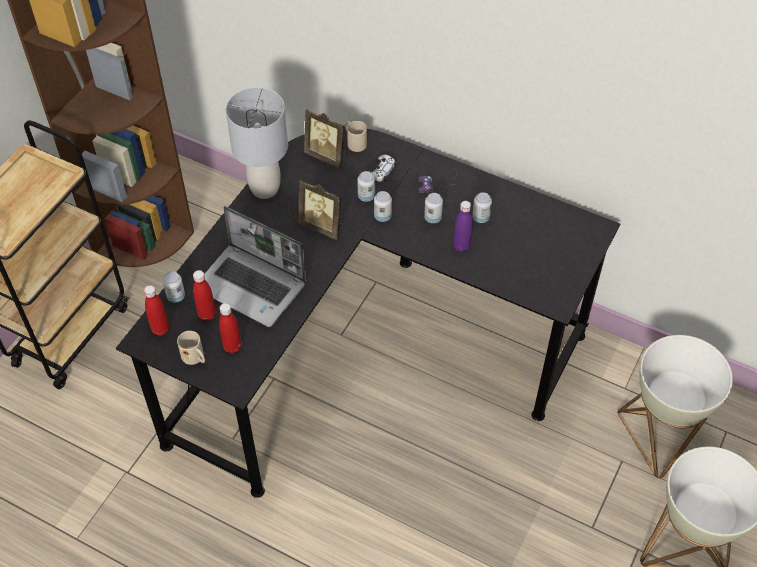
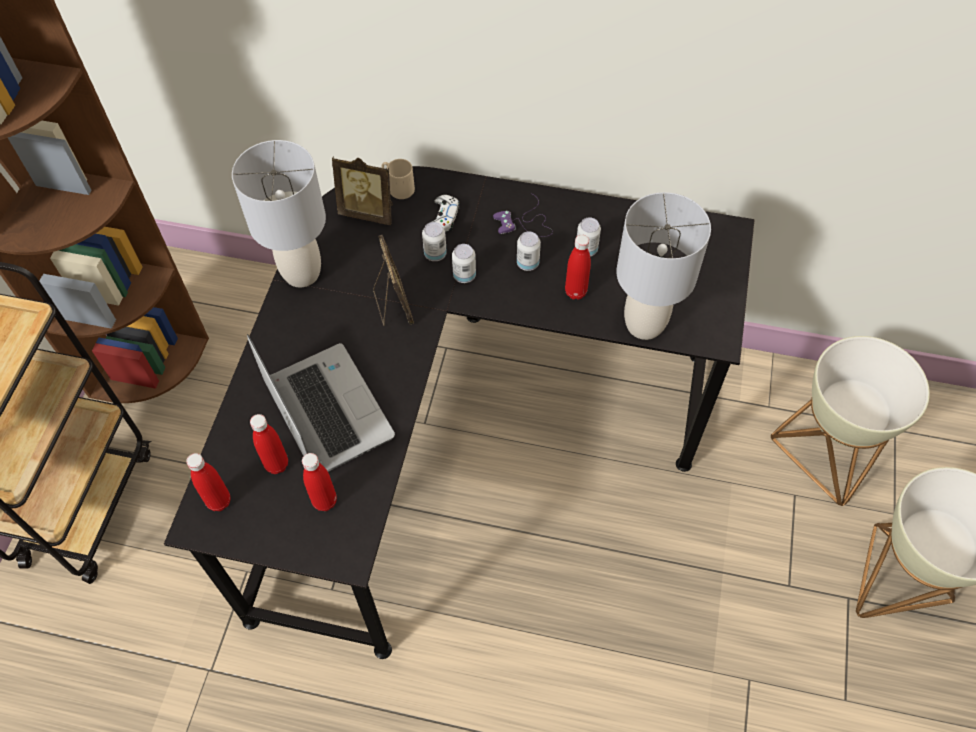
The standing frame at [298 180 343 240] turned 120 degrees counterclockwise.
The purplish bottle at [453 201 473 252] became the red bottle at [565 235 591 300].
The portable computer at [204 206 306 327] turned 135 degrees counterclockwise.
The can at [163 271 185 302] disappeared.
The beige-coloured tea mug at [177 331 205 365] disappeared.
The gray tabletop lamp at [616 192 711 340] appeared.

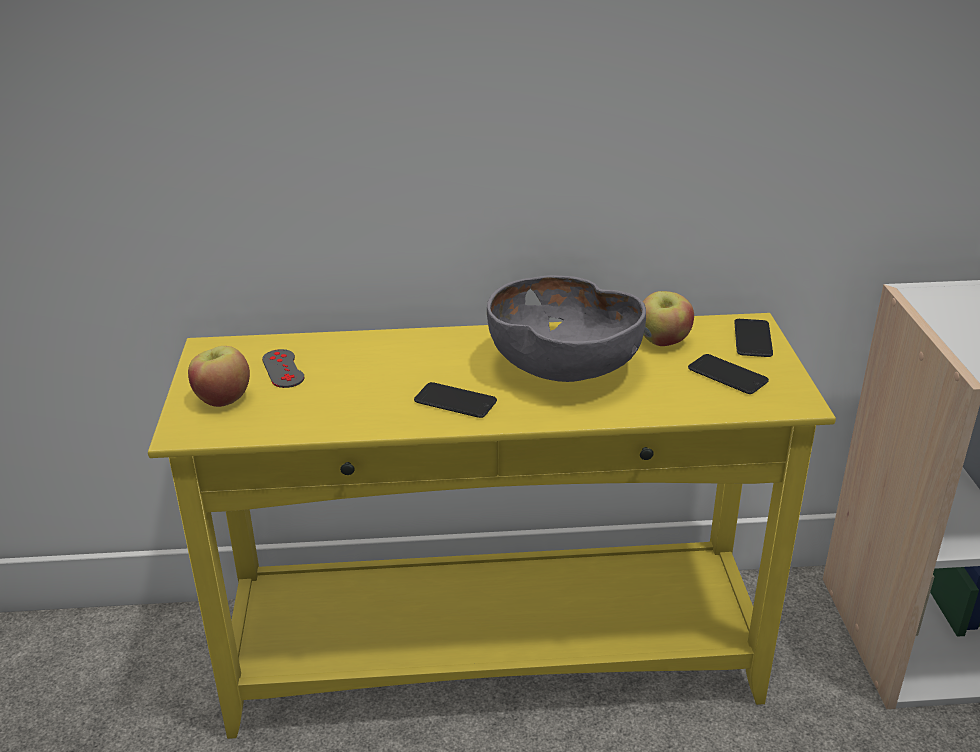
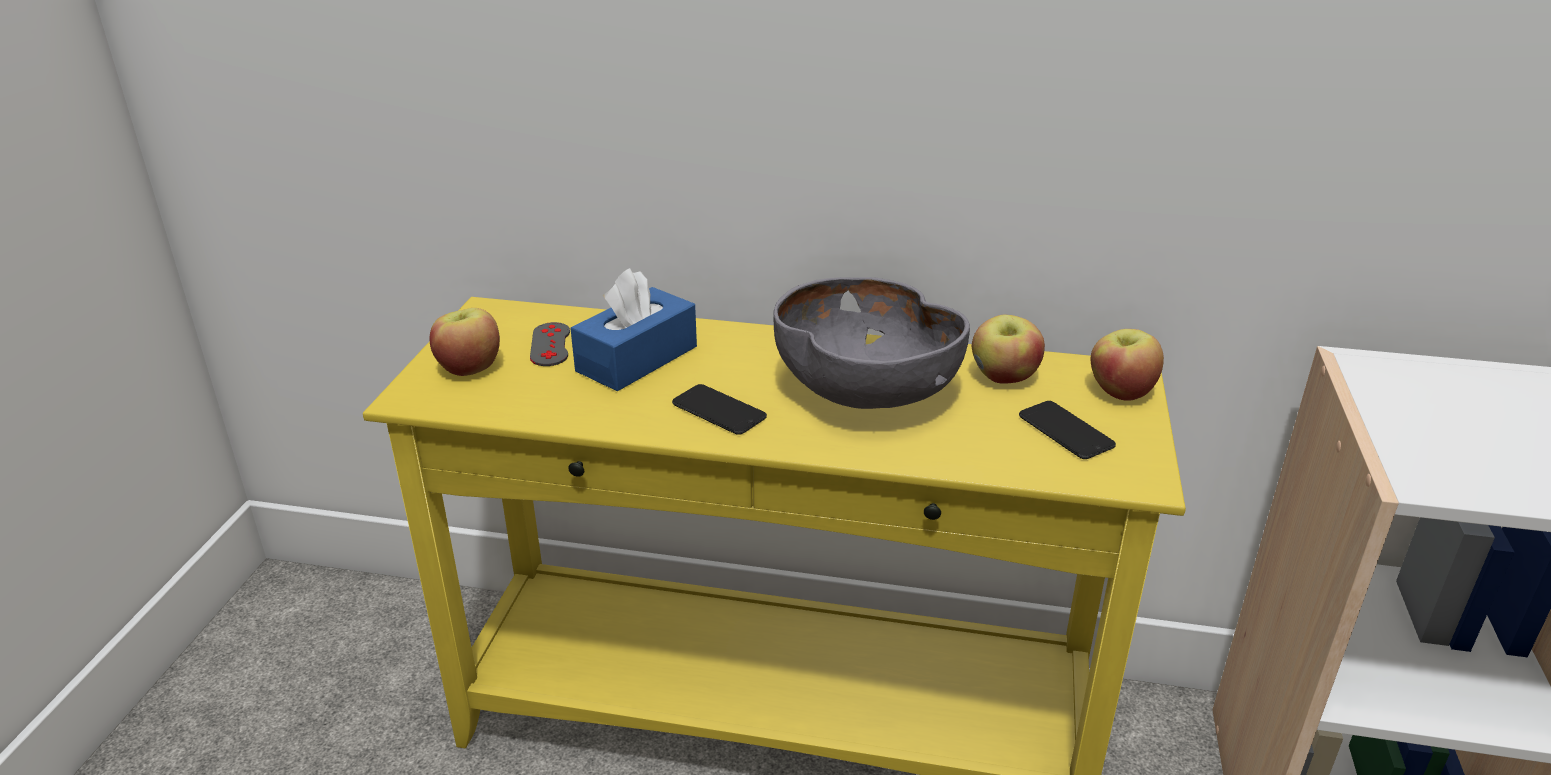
The phone at [734 319 773 357] was replaced by the apple fruit at [1091 329 1164 401].
The blue-coloured tissue box at [571 268 697 391] appeared.

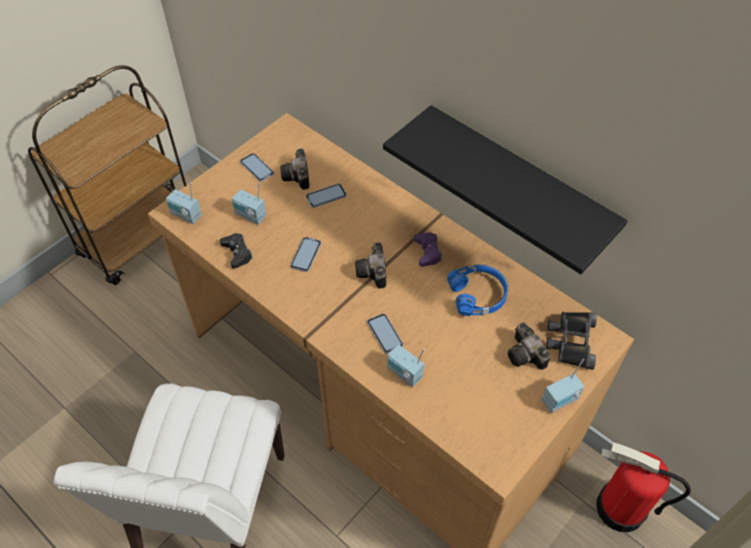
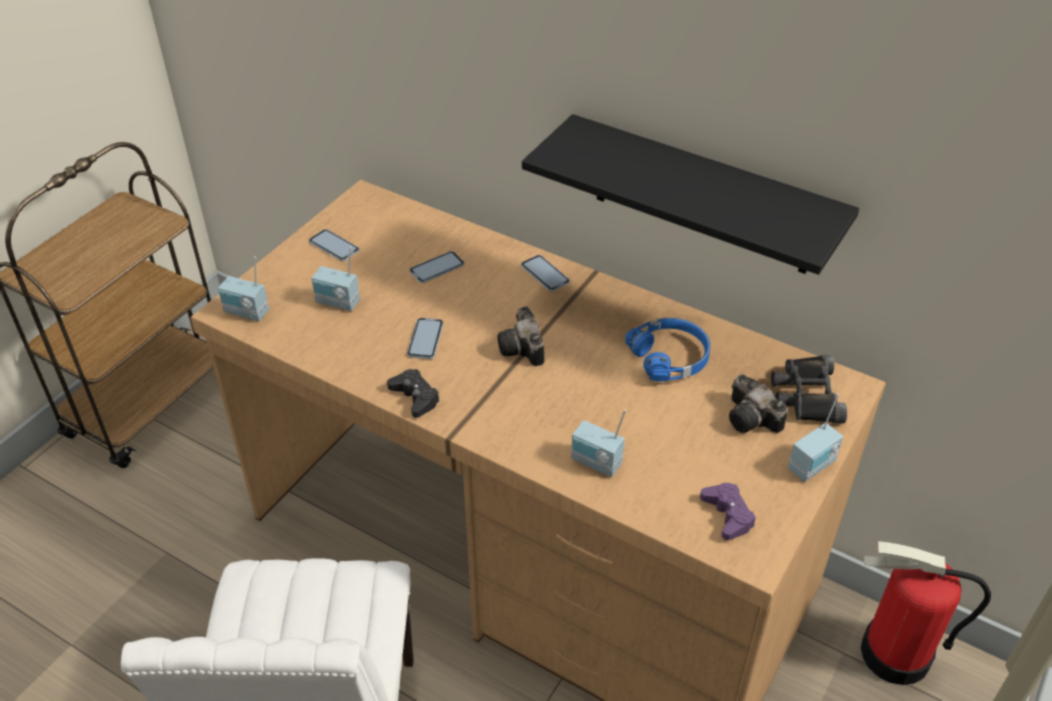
The photo camera at [280 148 309 190] disappeared.
The purplish game controller moved from [413 232 442 267] to [700 483 756 540].
The blackish game controller moved from [220 233 253 269] to [387 369 440 418].
The phone moved from [367 314 403 354] to [521 255 570 292].

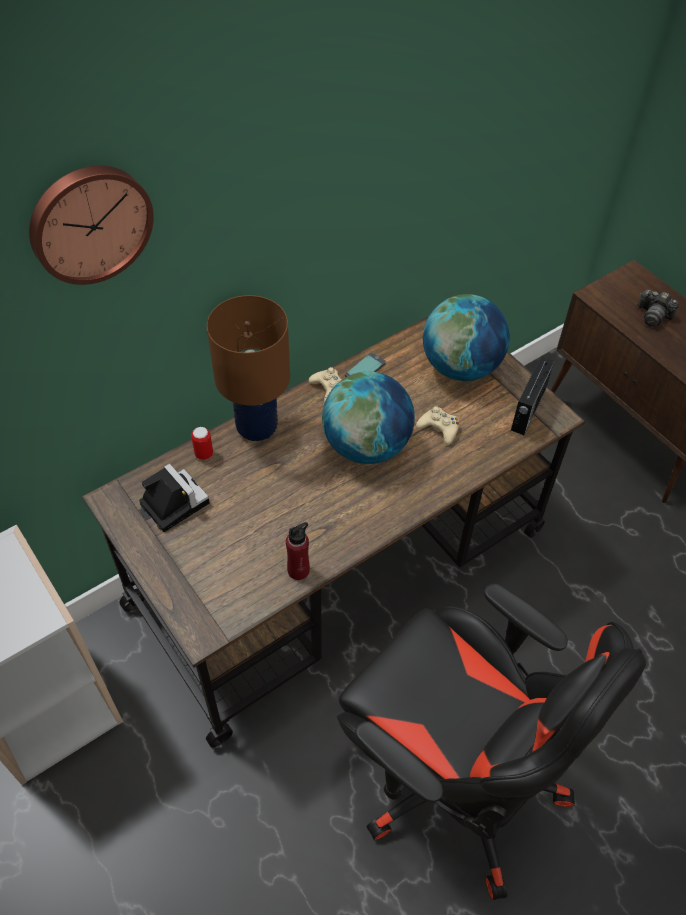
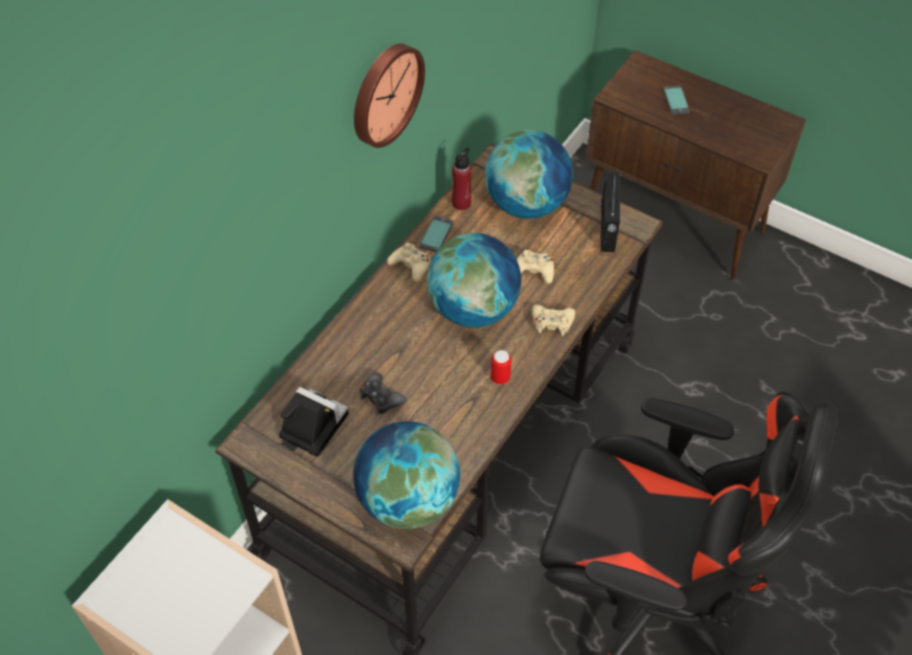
The clock on the wall moved from [29 166 154 285] to [354 43 425 148].
The photo camera at [638 289 679 327] was replaced by the phone at [663 86 690 115].
The brownish tabletop lamp at [207 295 290 441] disappeared.
The can moved from [191 427 213 460] to [491 350 511 384].
The red bottle moved from [286 522 310 580] to [452 147 472 210].
The beige-coloured game controller at [532 305 575 336] appeared.
The blackish game controller at [360 372 407 415] appeared.
The desk globe at [353 421 460 529] appeared.

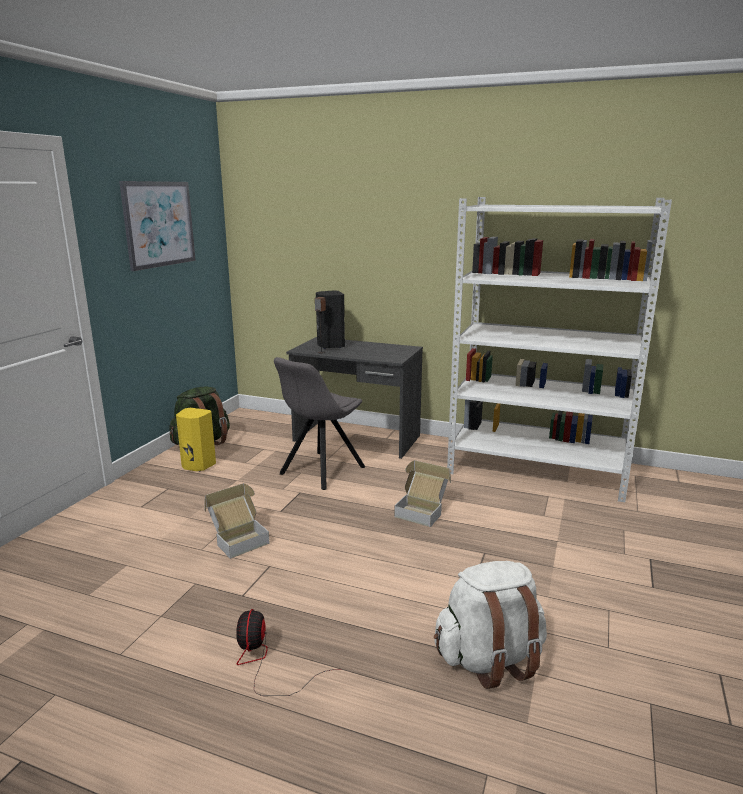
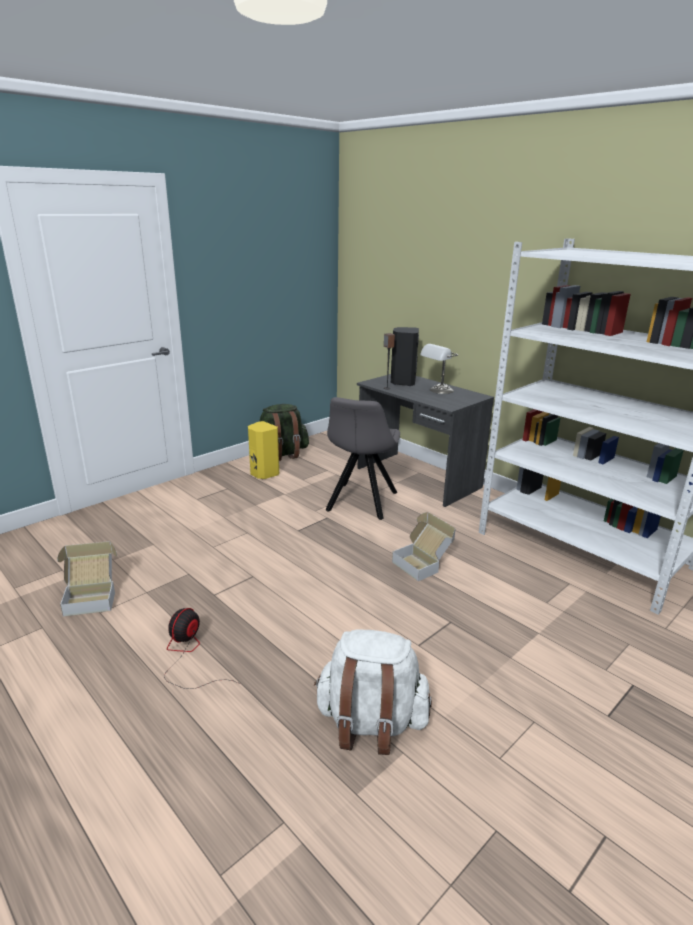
The picture at [119 181 196 271] disappeared.
The gray chair at [274 357 365 490] turned 45 degrees counterclockwise.
The packing box moved from [204 483 270 559] to [57 541 117 616].
The white tabletop lamp at [420 344 458 394] appeared.

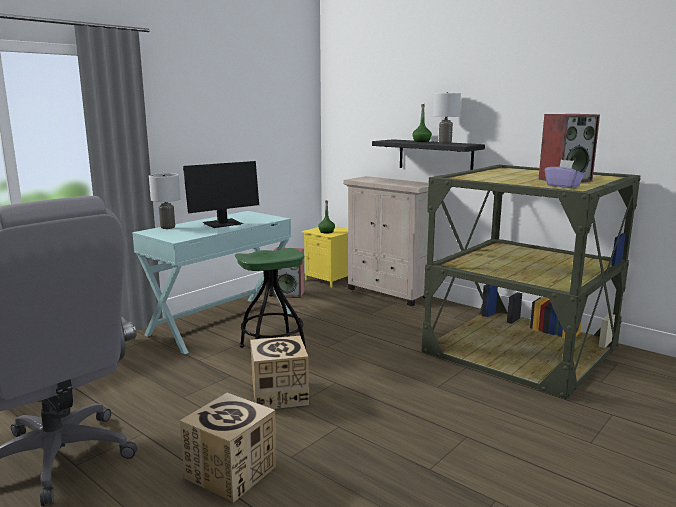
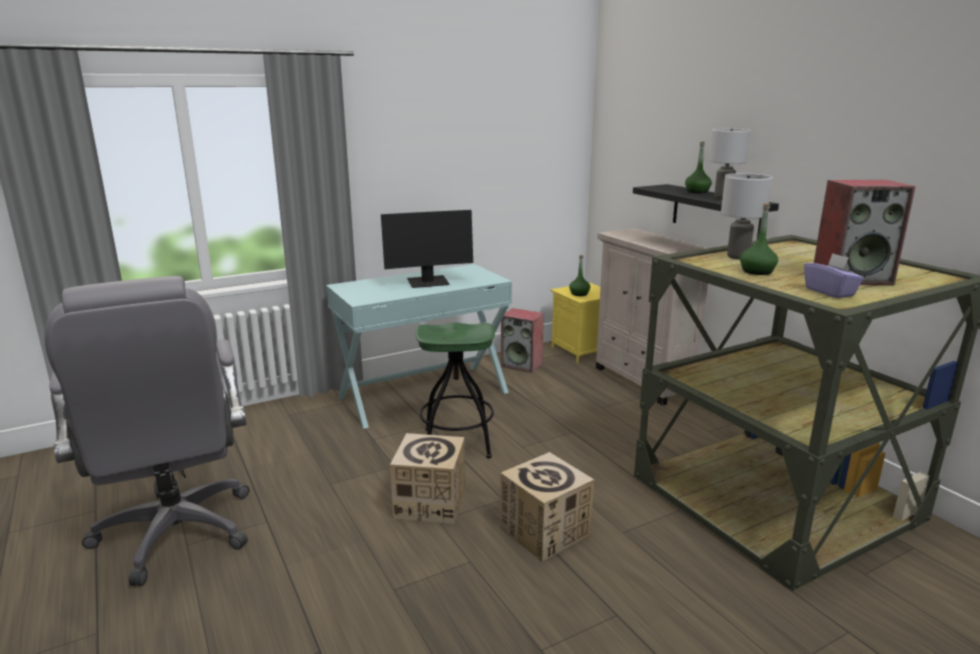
The white tabletop lamp moved from [149 173 181 229] to [721 173 773 260].
The packing box moved from [180 393 276 503] to [500 452 594 562].
The green-coloured bottle at [740 203 778 275] appeared.

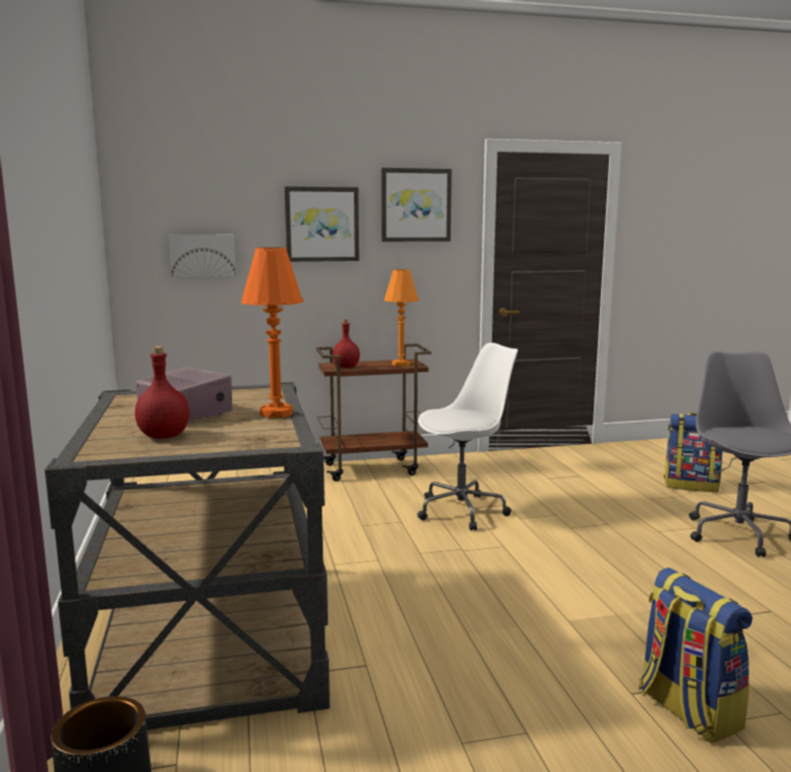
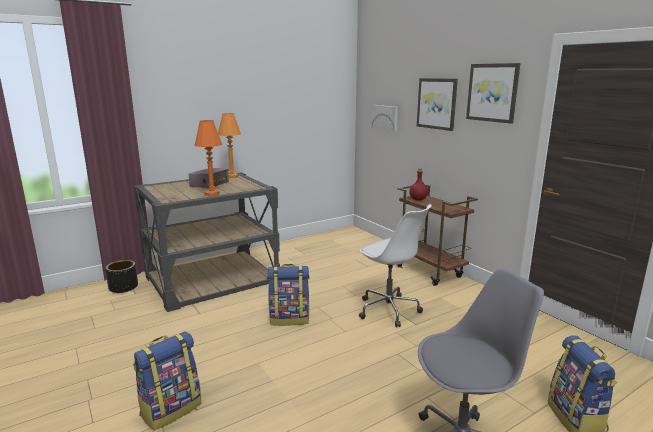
The orangey tabletop lamp moved from [384 270 419 367] to [218 113 241 178].
The red bottle at [135 346 190 439] disappeared.
The backpack at [267 264 309 326] appeared.

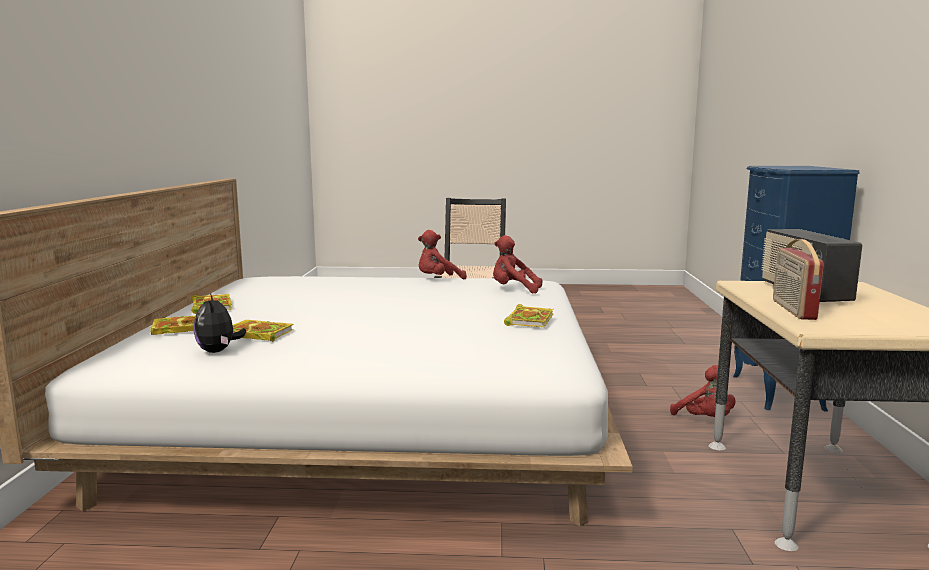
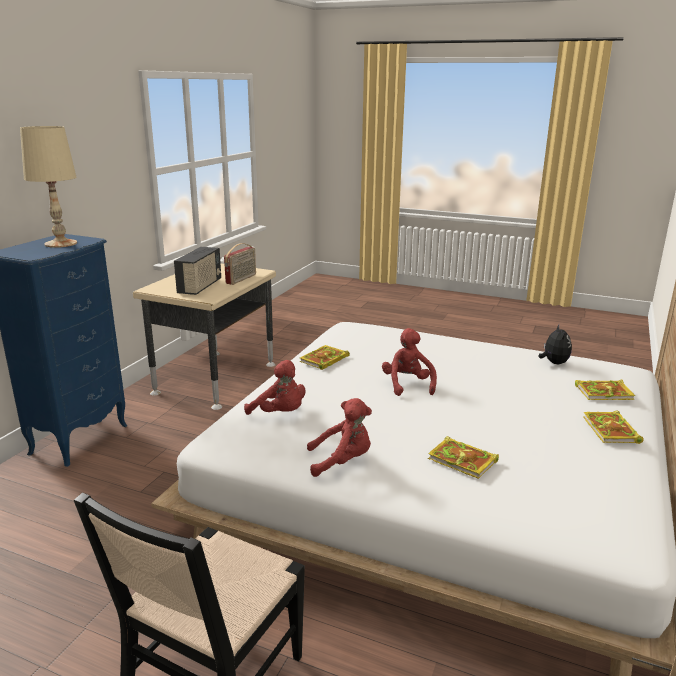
The bound book moved from [233 320 293 342] to [428 436 499 479].
The red cuddly toy moved from [670 365 736 417] to [382 328 437 396].
The beige-coloured tabletop lamp at [20 126 77 248] appeared.

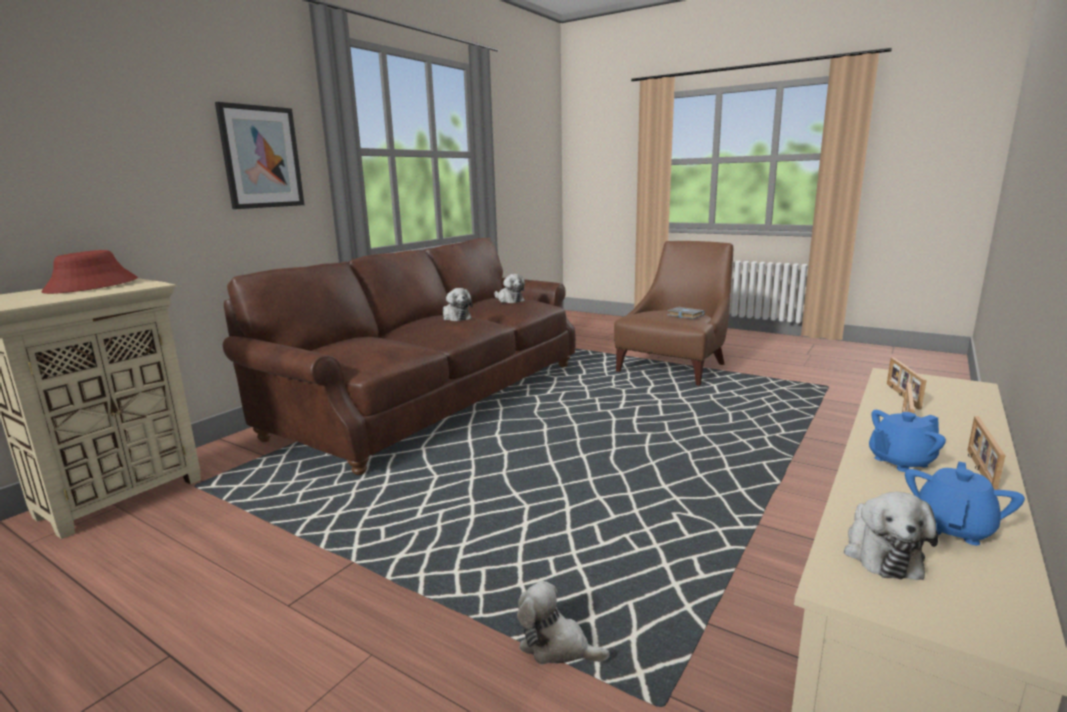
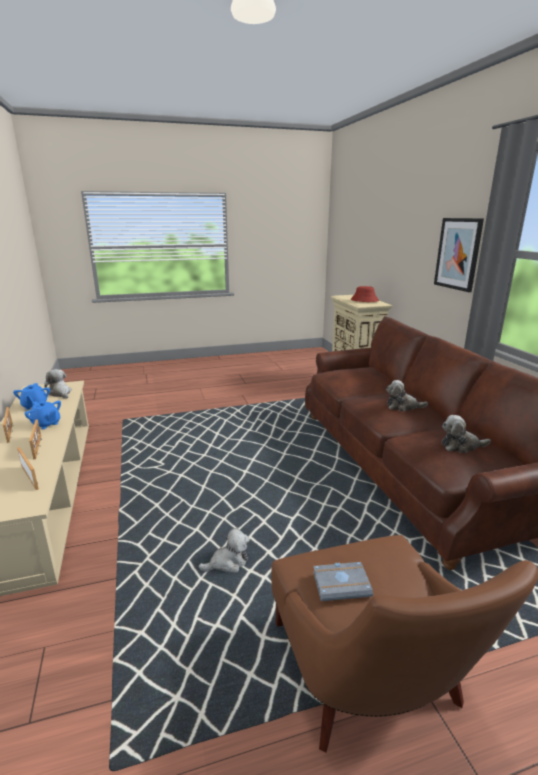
The blue-coloured teapot at [869 410 946 472] turned 105 degrees clockwise.
The cuddly toy moved from [517 581 610 664] to [198 528 250 573].

